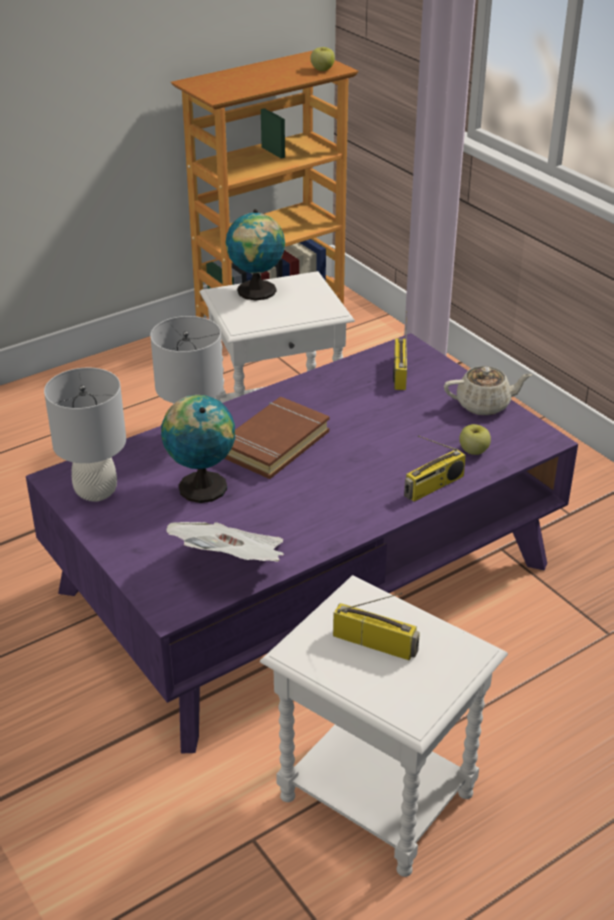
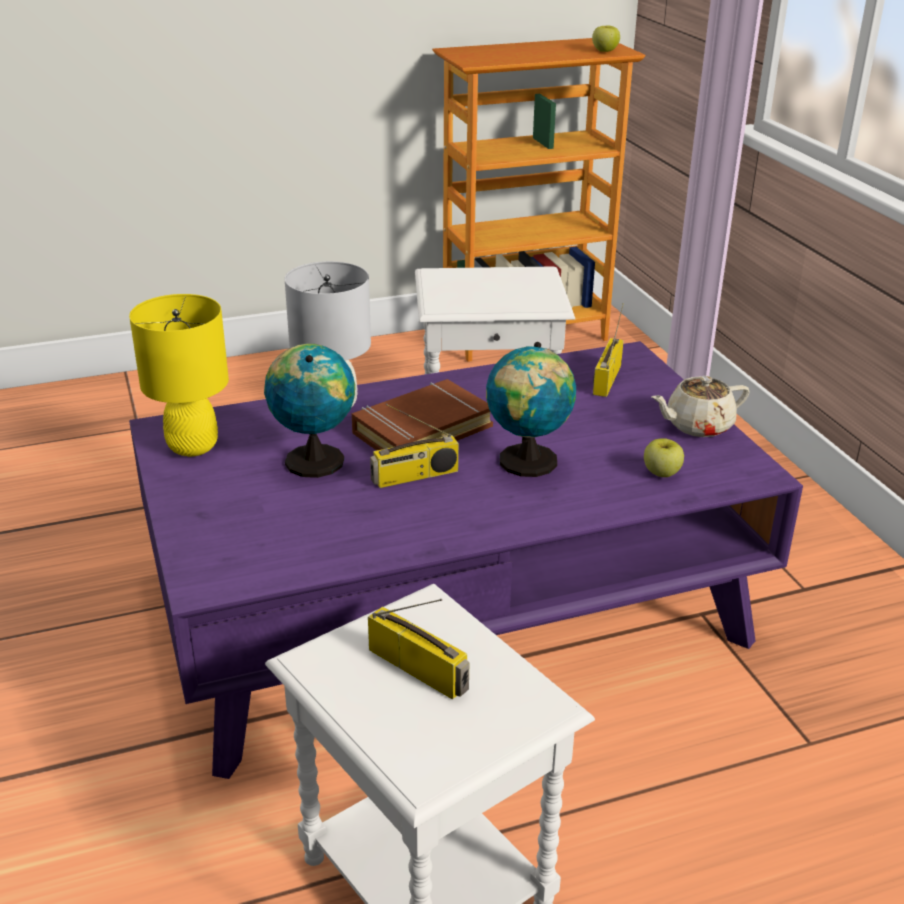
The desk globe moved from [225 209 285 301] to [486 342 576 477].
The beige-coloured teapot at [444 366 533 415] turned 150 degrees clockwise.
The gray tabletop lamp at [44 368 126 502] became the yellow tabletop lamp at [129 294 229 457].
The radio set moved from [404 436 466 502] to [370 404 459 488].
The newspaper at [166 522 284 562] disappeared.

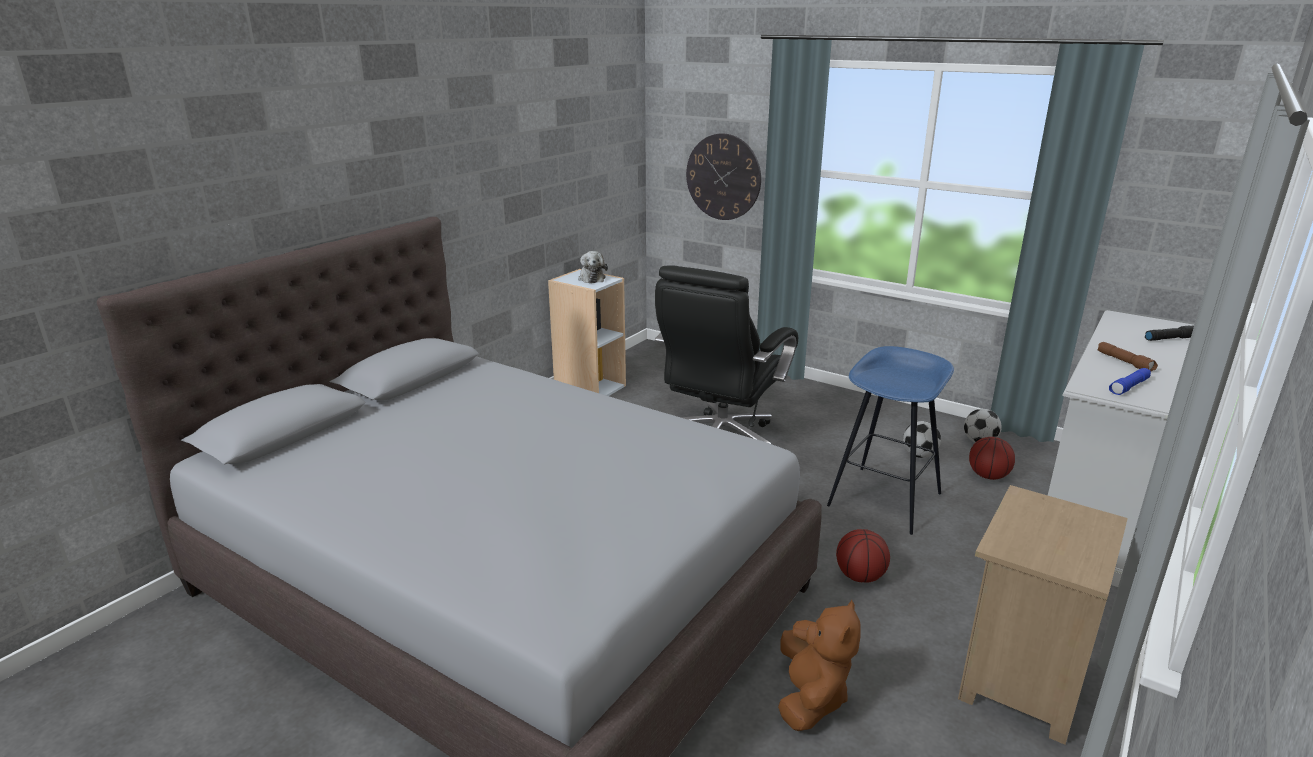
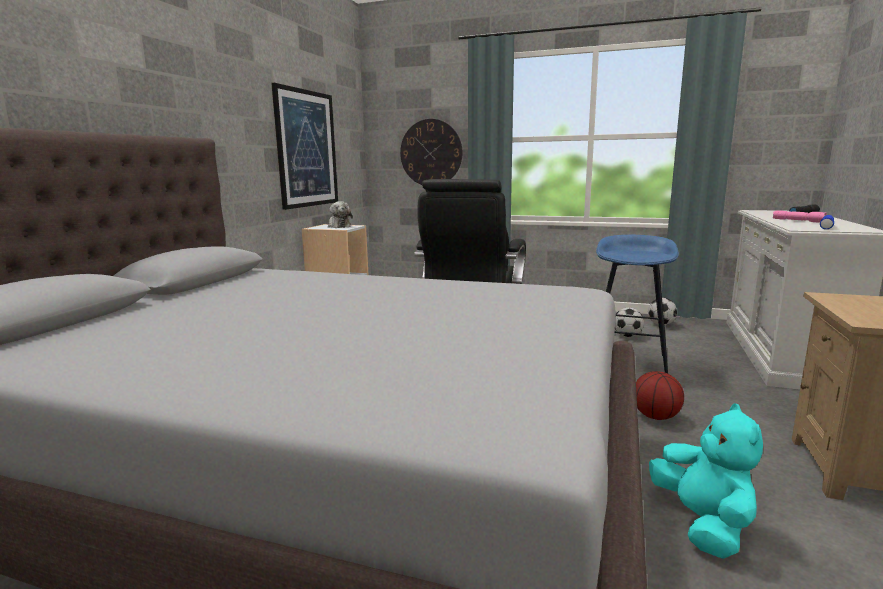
The brownish torch at [1097 342 1158 371] became the pink torch at [773 211 827 223].
The basketball at [969 437 1015 480] disappeared.
The brownish cuddly toy at [778 600 861 731] became the turquoise-coloured cuddly toy at [649 403 763 559].
The picture at [271 83 338 210] appeared.

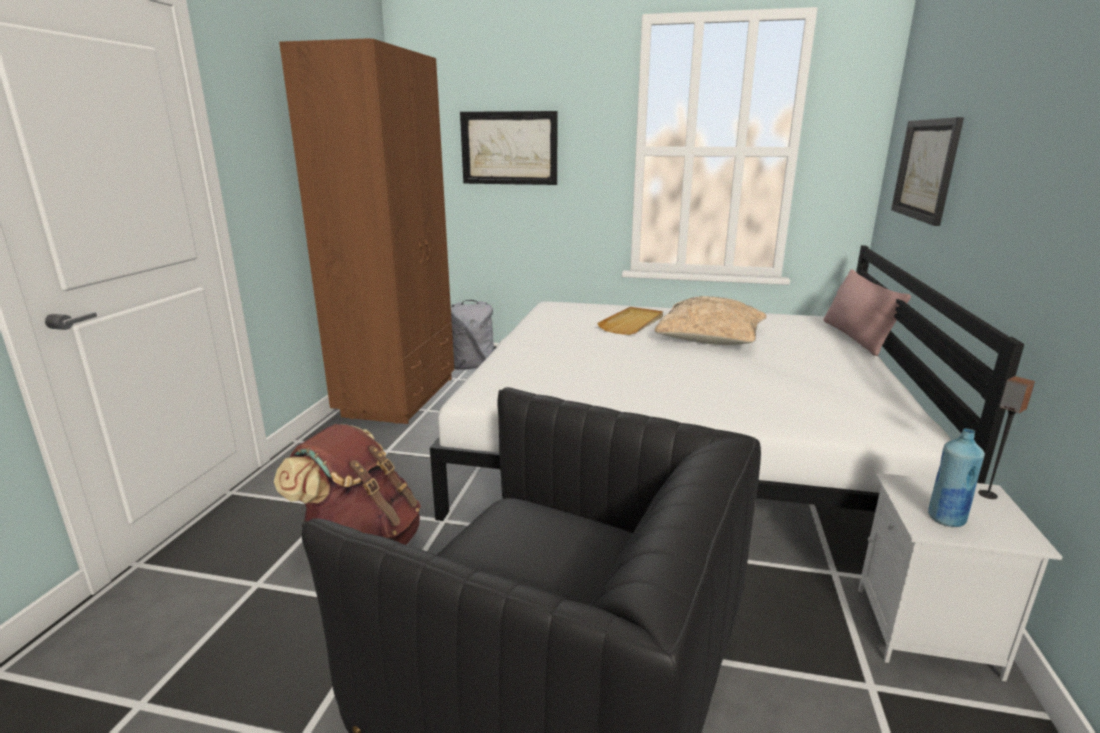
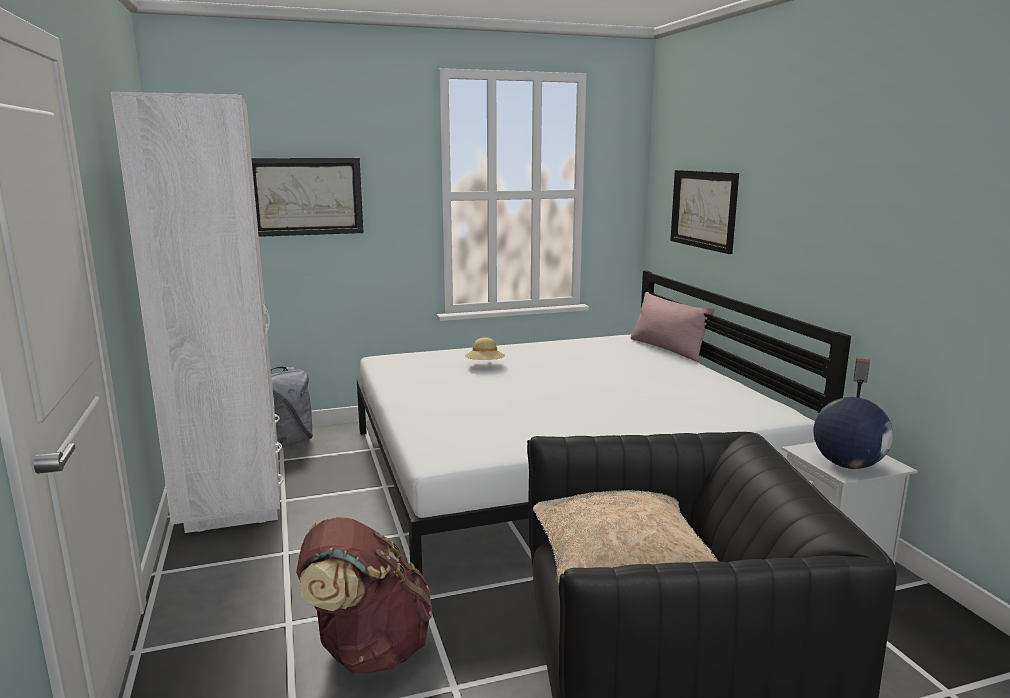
The brownish armoire at [279 38 454 424] became the white armoire at [111 92 283 533].
The beige-coloured pillow moved from [654 296 767 345] to [533 490 718 584].
The beige-coloured carrying tray at [597 307 663 335] was replaced by the beige-coloured wearable hat at [465 337 505 360].
The blue-coloured bottle at [928 428 985 527] was replaced by the desk globe at [813 397 893 469].

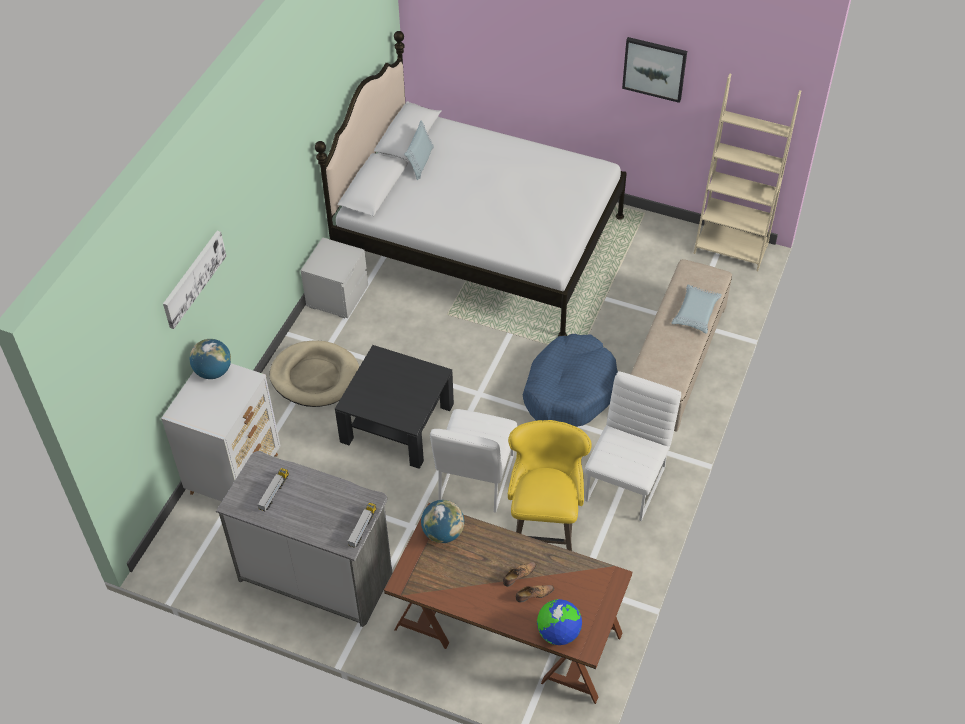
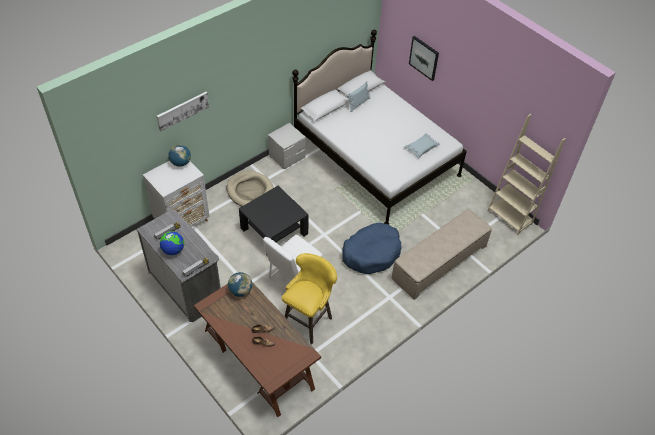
The picture moved from [622 37 687 103] to [409 36 439 81].
The blue-coloured pillow moved from [672 285 722 334] to [405 133 440 158].
The white chair at [585 371 681 521] disappeared.
The desk globe moved from [537 599 582 645] to [160 231 184 255].

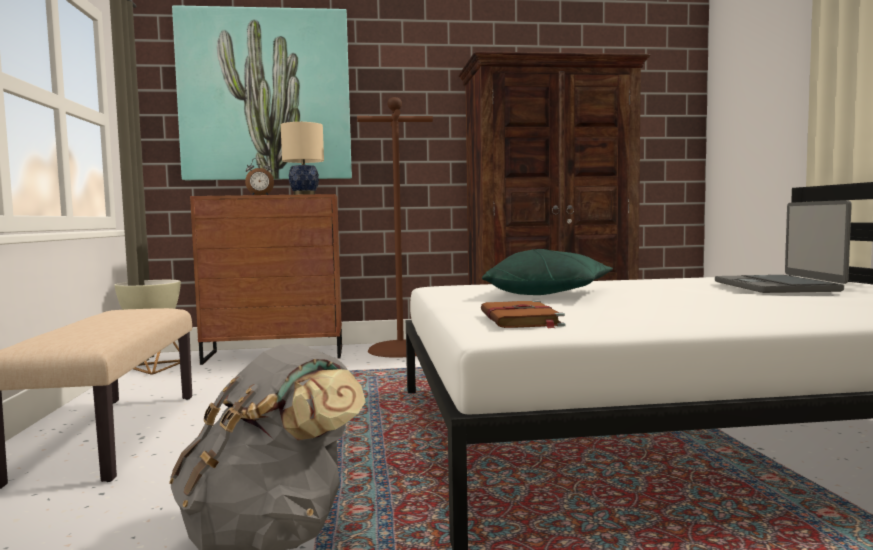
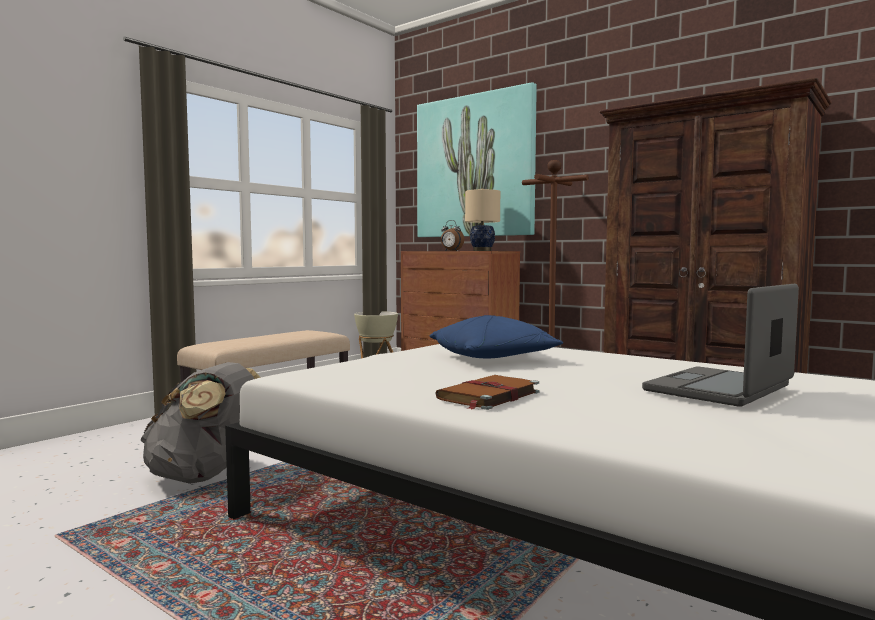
The green-coloured pillow at [482 249 613 295] became the blue-coloured pillow at [430 315 563 358].
The brownish bound book moved from [481 300 565 329] to [435 375 539 410].

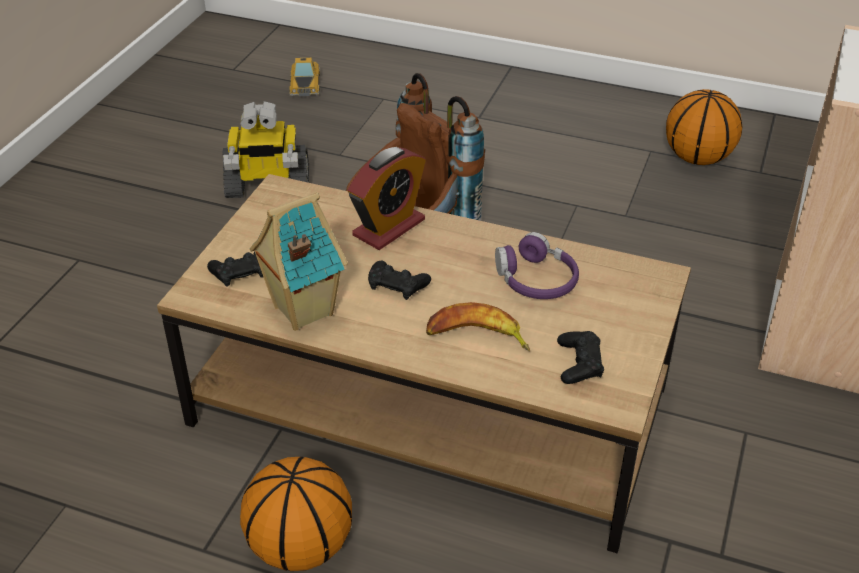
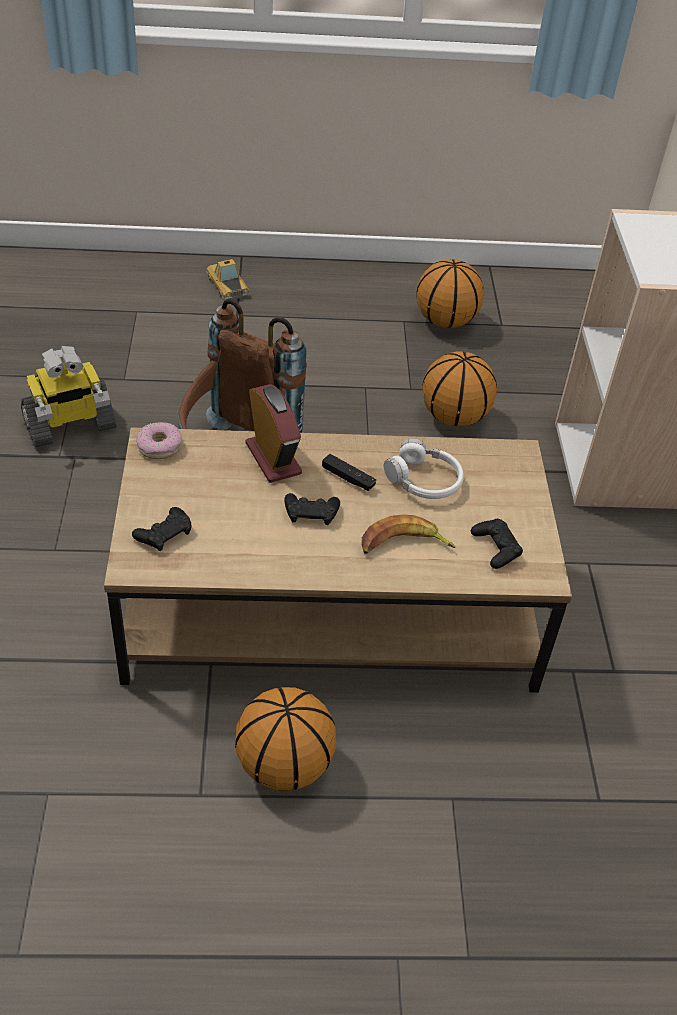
The model car moved from [289 58 320 96] to [206 259 251 300].
The bedside clock at [348 147 426 250] turned 45 degrees counterclockwise.
The model house at [250 192 348 331] disappeared.
The purplish pair of headphones at [495 232 579 299] became the white pair of headphones at [384 438 464 499].
The basketball at [422 351 497 427] appeared.
The doughnut at [136 422 182 459] appeared.
The blackish game controller at [322 454 376 491] appeared.

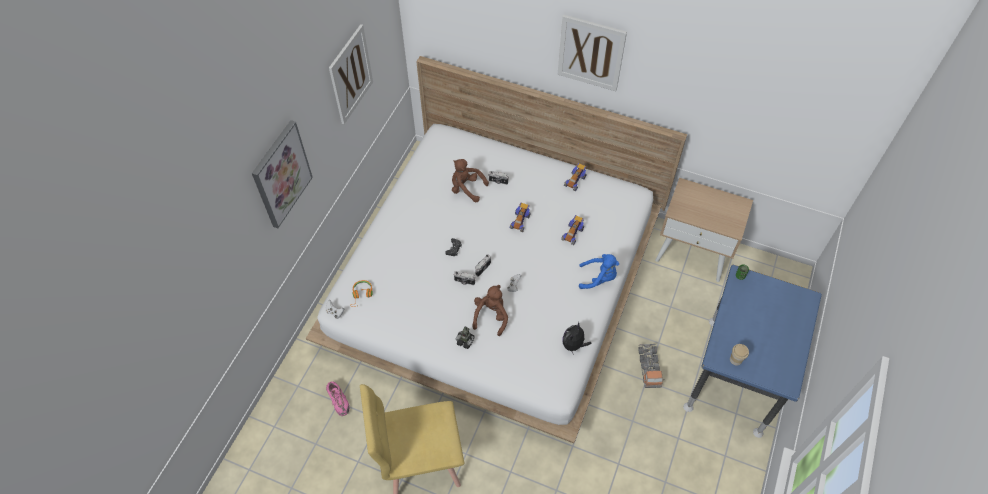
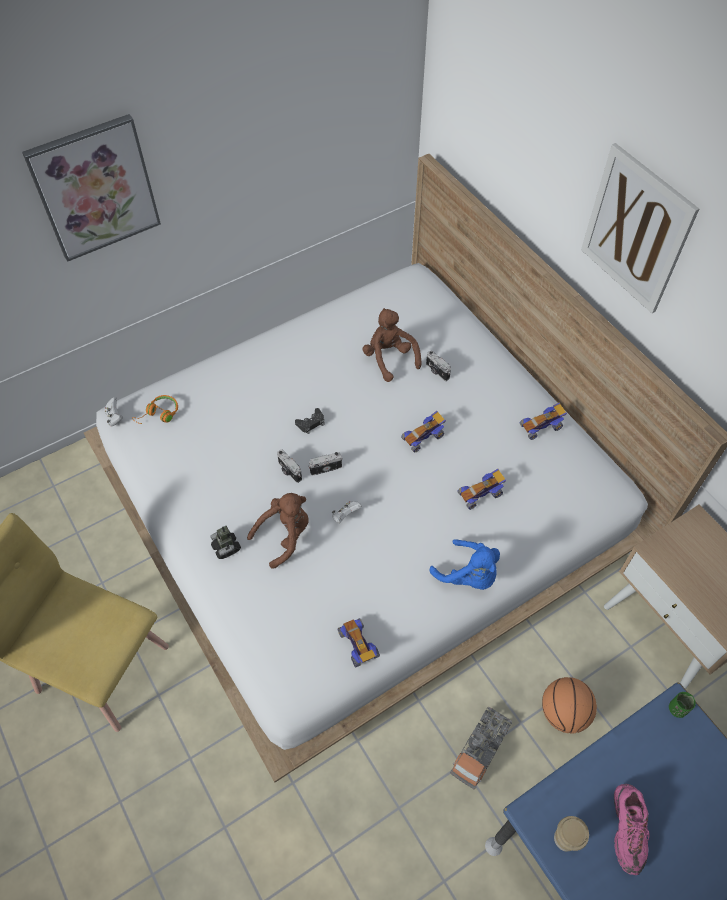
The picture at [329 24 373 124] disappeared.
The cuddly toy at [562 322 592 355] was replaced by the model car at [338 619 380 668].
The pink item of footwear moved from [326 381 350 416] to [614 784 650 875].
The basketball at [542 677 597 734] appeared.

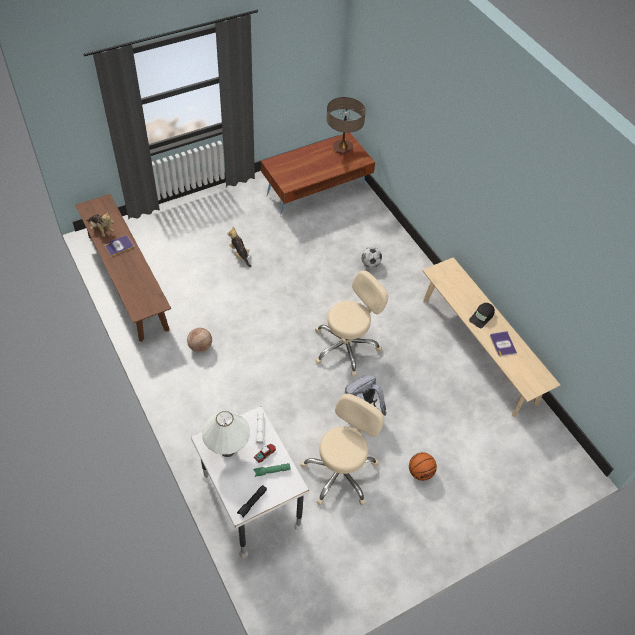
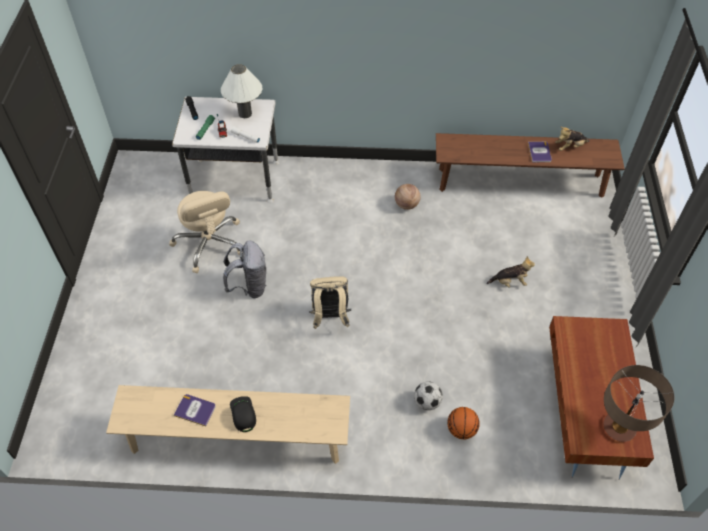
The beige-coloured computer chair at [315 270 388 376] was replaced by the beige-coloured backpack at [309 276 351 329].
The basketball moved from [409 453 437 481] to [447 407 480 439].

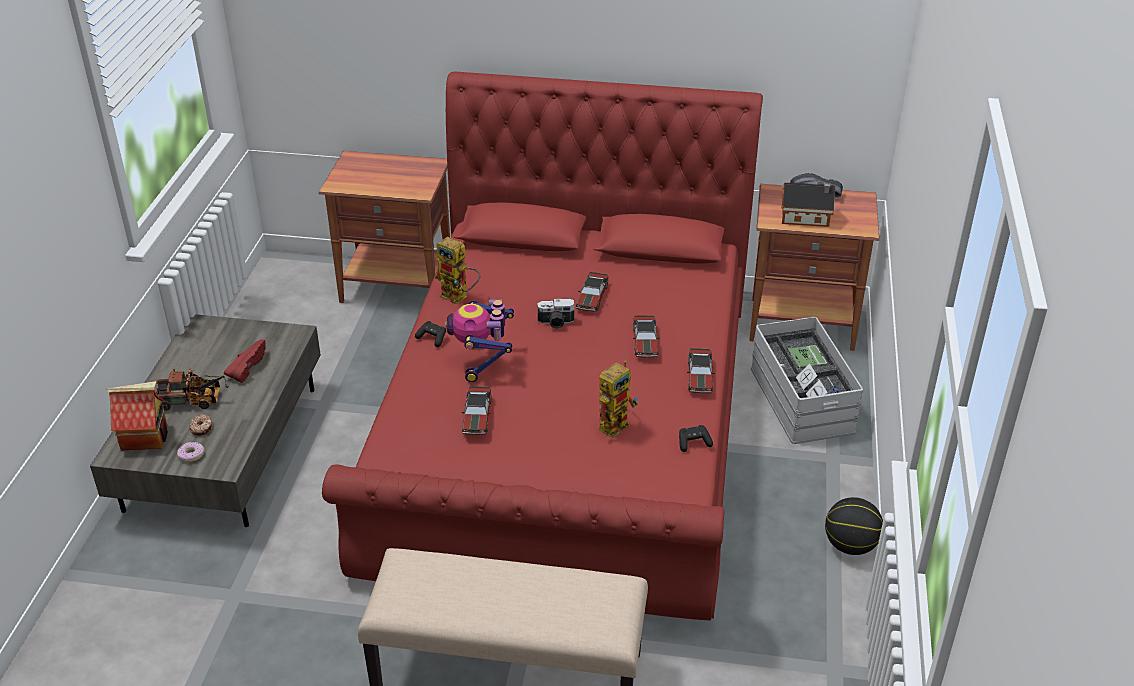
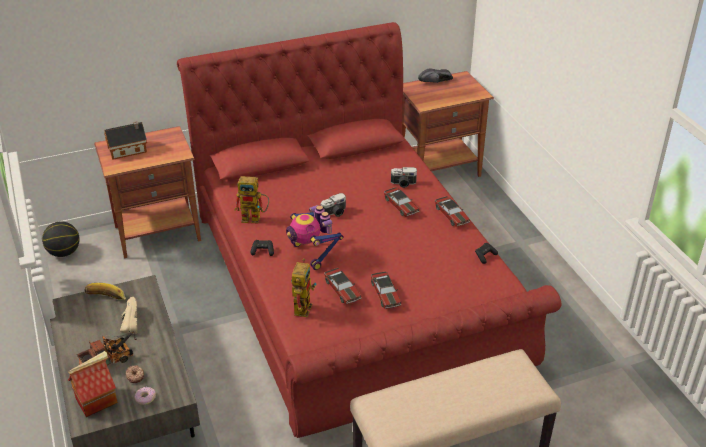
The model house moved from [782 183 836 227] to [104 121 147 160].
The model car moved from [576 272 608 312] to [371 271 401 309].
The gray storage container at [751 317 863 444] disappeared.
The red item of footwear at [224 340 266 383] became the beige-coloured item of footwear at [120 297 137 334].
The robot figure moved from [599 360 639 438] to [291 258 317 317].
The basketball moved from [825 497 883 555] to [42 222 80 257].
The photo camera at [391 167 417 188] appeared.
The banana fruit at [84 283 126 300] appeared.

